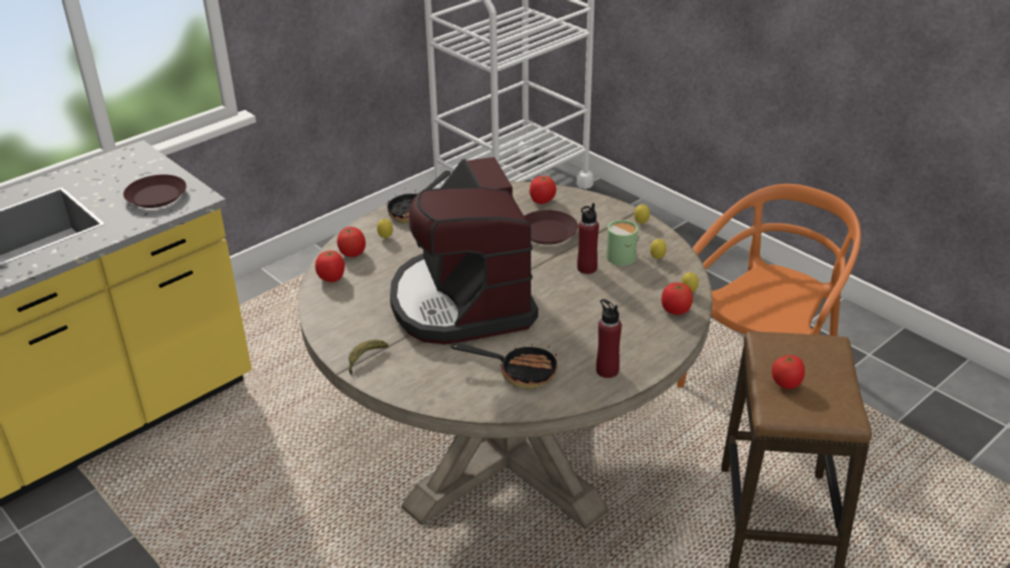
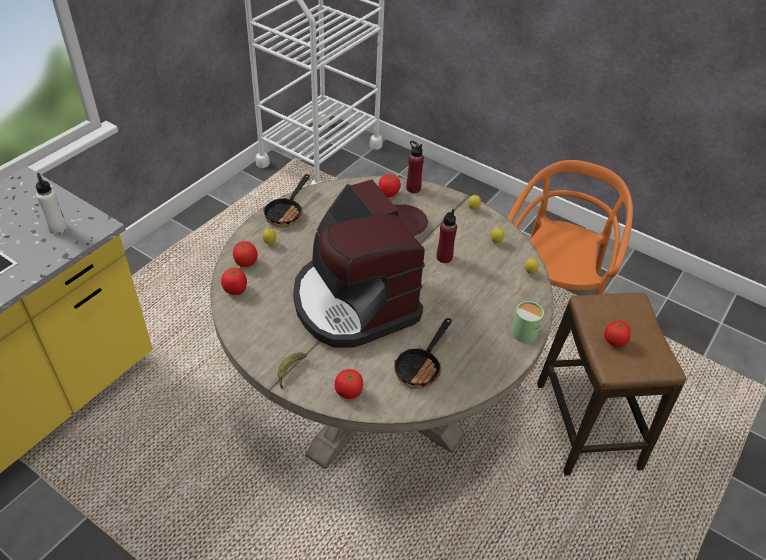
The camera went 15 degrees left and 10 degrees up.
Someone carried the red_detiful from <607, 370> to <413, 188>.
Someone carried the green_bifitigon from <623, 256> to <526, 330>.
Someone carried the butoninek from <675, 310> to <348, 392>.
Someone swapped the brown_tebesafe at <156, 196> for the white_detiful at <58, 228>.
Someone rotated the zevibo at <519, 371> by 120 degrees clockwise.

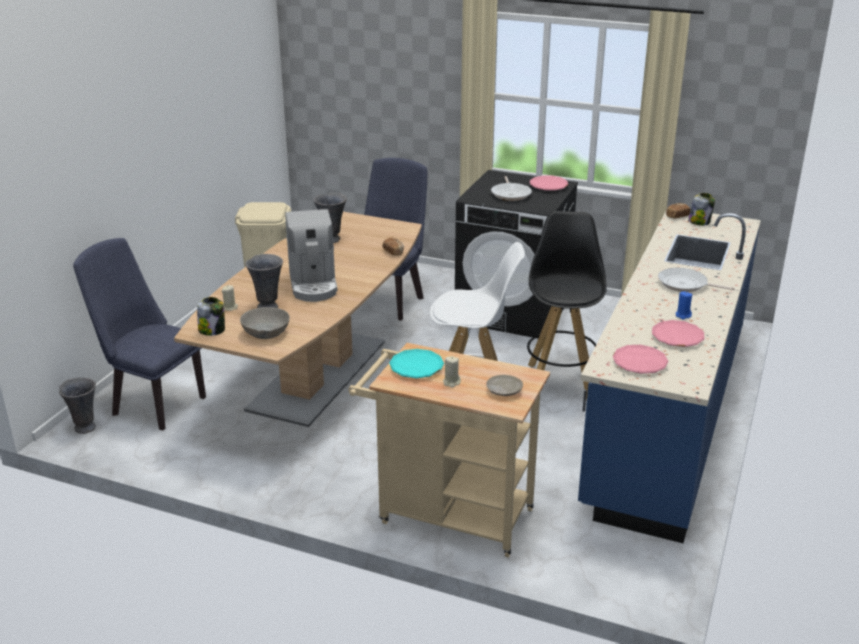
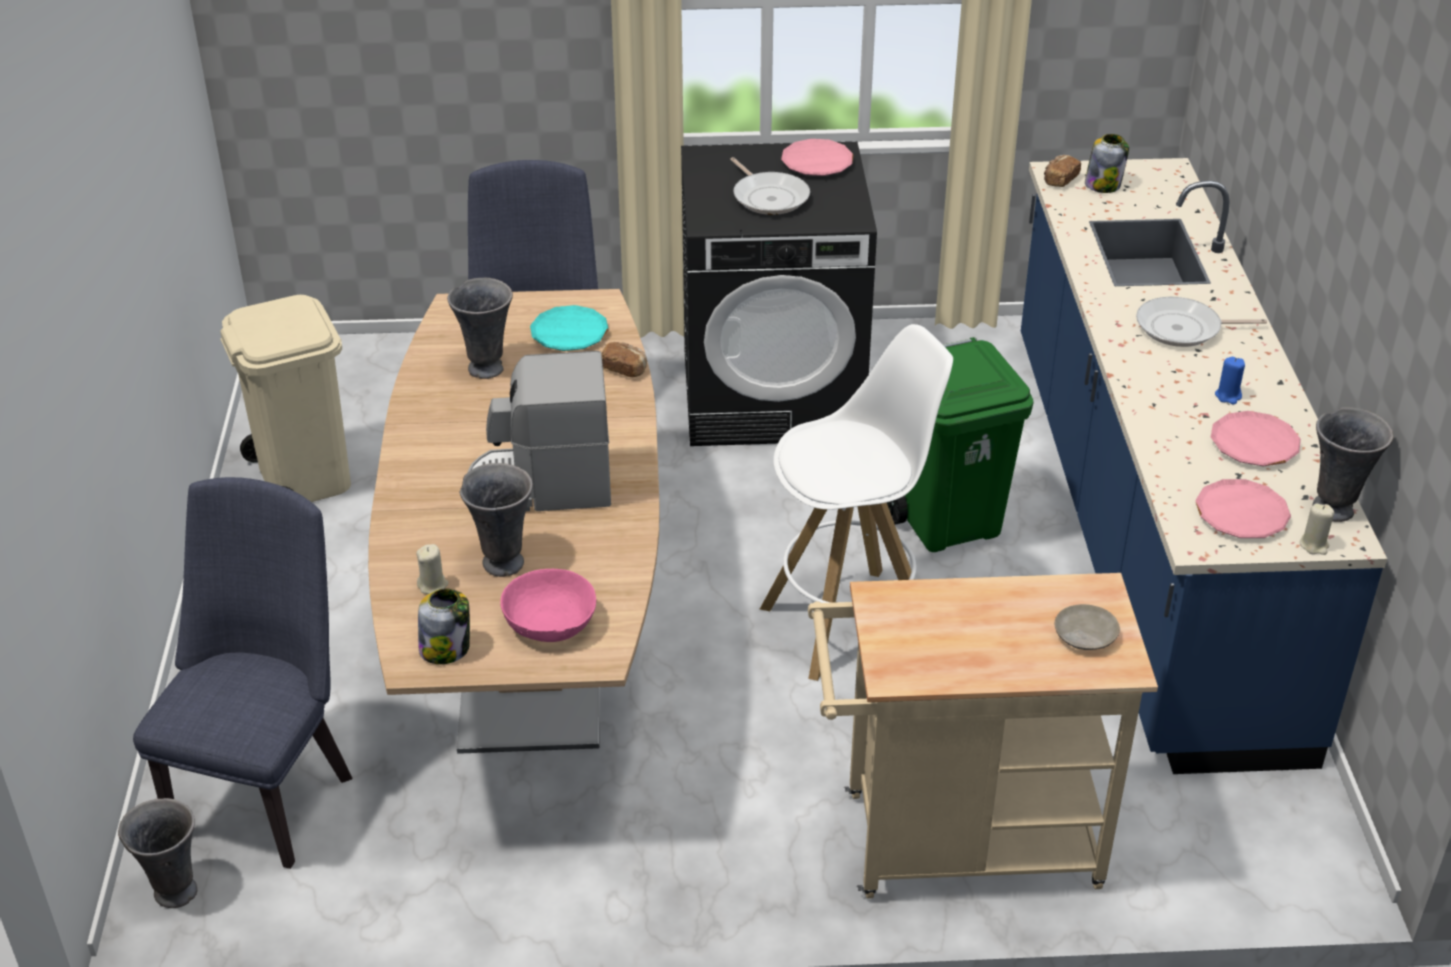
The camera went 25 degrees left and 10 degrees up.
Someone put down the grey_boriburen at <1334, 508>.
Someone carried the turquoise_tebesafe from <416, 367> to <569, 333>.
Someone carried the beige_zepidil from <451, 382> to <1314, 545>.
Someone swapped the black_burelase at <560, 383> for the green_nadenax at <949, 523>.
Someone repainted the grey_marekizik at <266, 332>, which became the pink_marekizik at <550, 622>.
Someone rotated the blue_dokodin at <153, 403> by 105 degrees clockwise.
Someone rotated the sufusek at <313, 284> by 120 degrees clockwise.

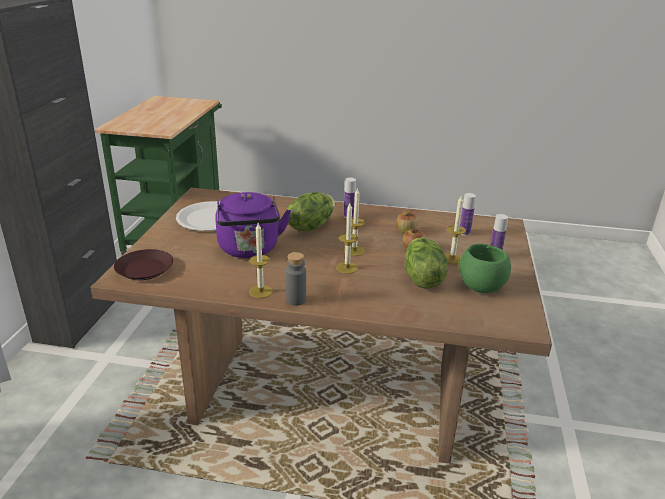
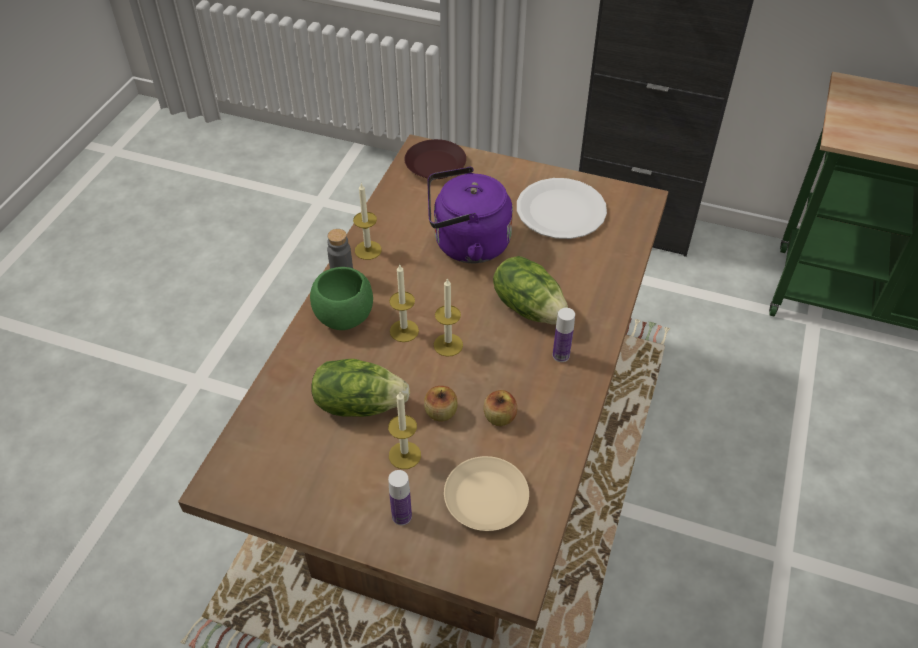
The camera went 100 degrees right and 20 degrees up.
Someone carried the green_marekizik from <481, 287> to <343, 317>.
Someone swapped the detiful at <464, 233> for the beige_tebesafe at <487, 499>.

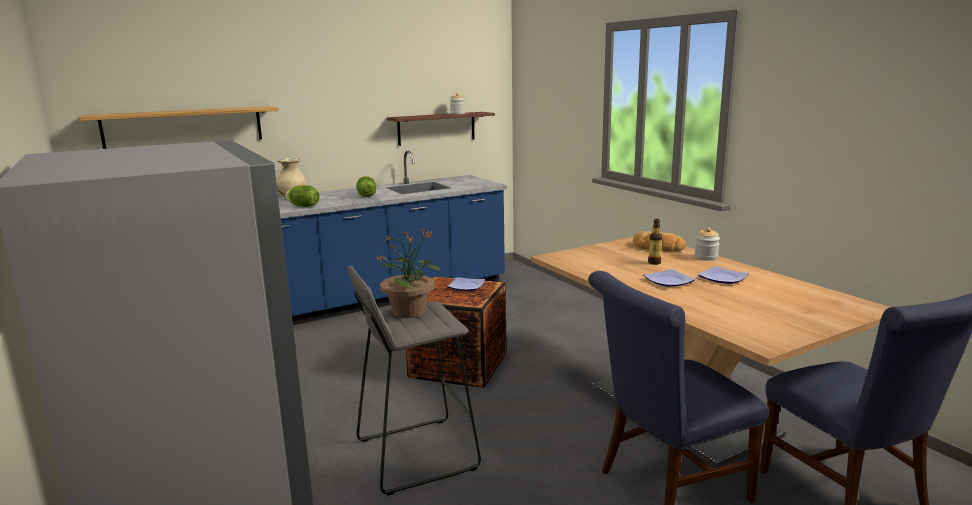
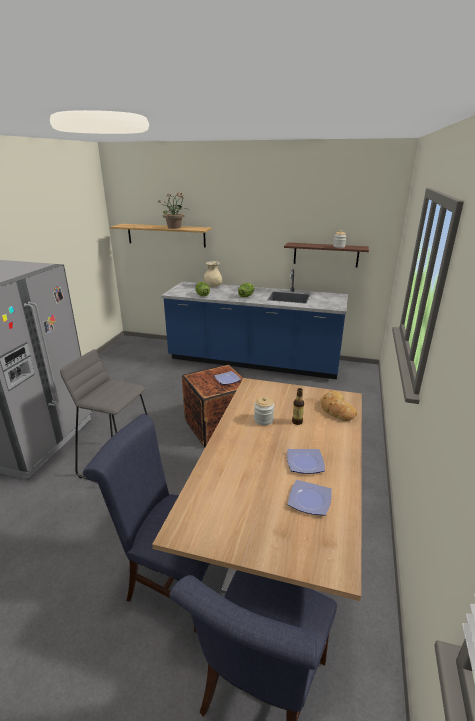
The camera went 45 degrees right and 10 degrees up.
Someone carried the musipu from <410, 311> to <174, 227>.
Someone carried the tebesafe from <668, 281> to <310, 499>.
Someone carried the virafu from <706, 257> to <263, 420>.

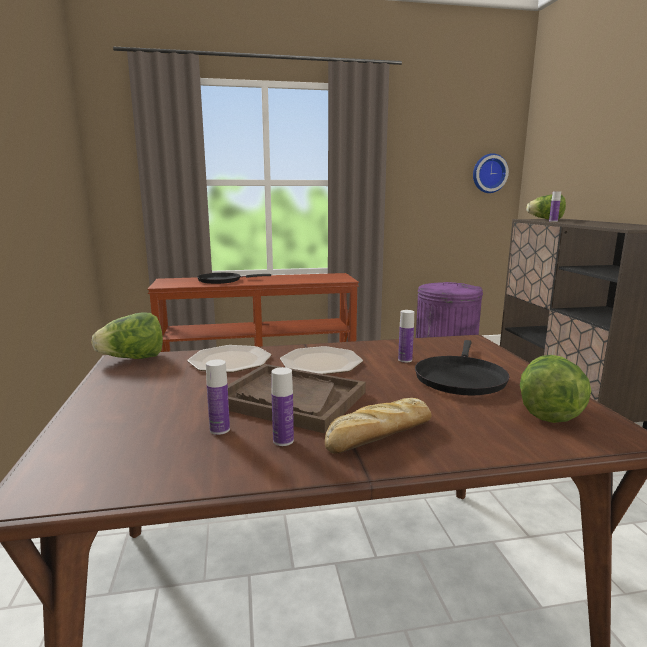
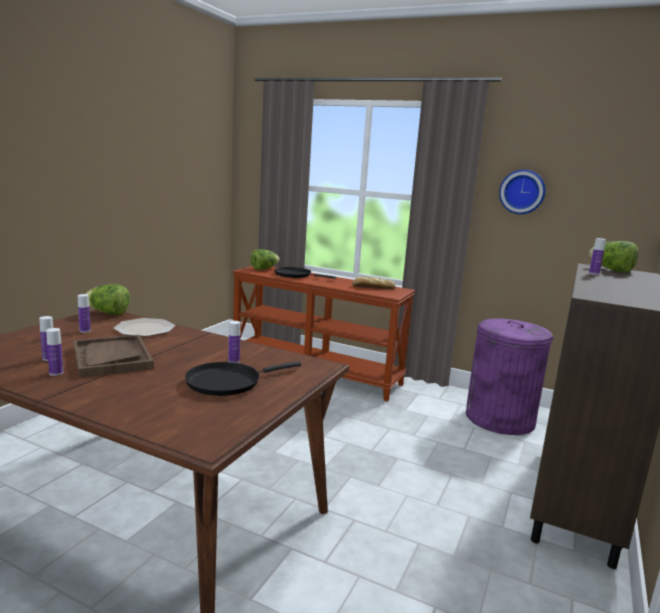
The camera went 35 degrees right and 0 degrees up.
Someone took away the tebesafe at <322, 362>.
Someone put down the detiful at <85, 331>.
Someone carried the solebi from <378, 435> to <372, 287>.
Someone carried the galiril from <489, 173> to <522, 192>.
Someone carried the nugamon from <547, 411> to <264, 269>.

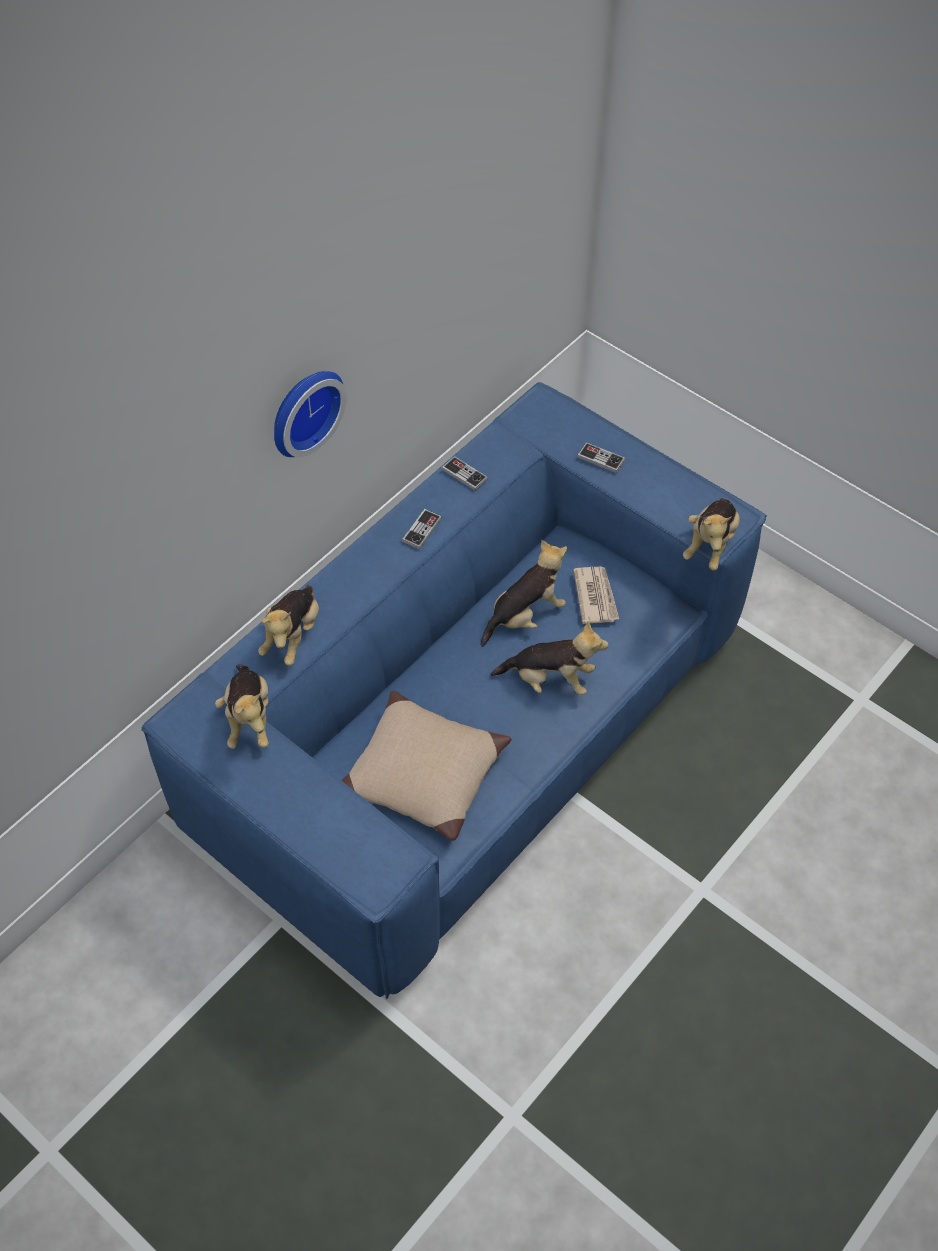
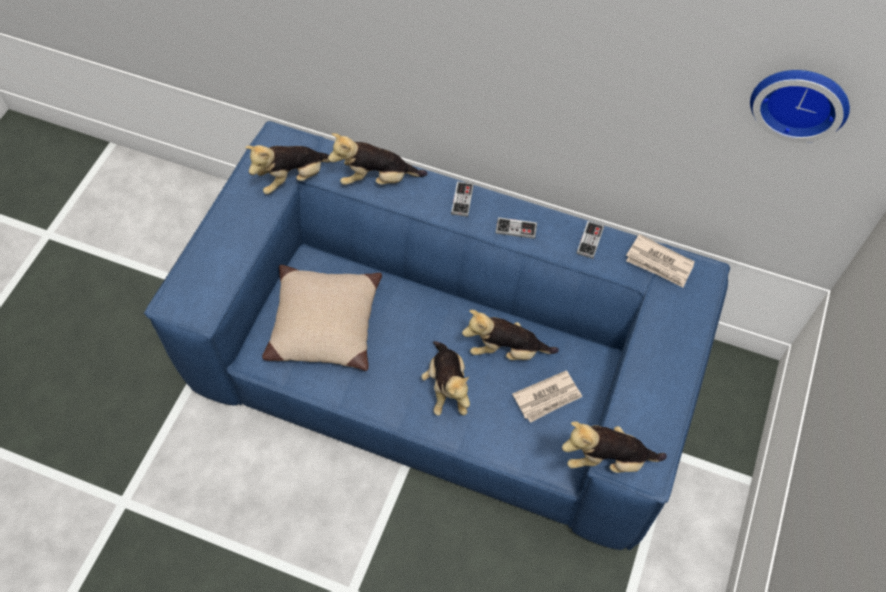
The camera went 70 degrees right and 5 degrees up.
Someone put down the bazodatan at <659, 263>.
Someone carried the galiril from <303, 410> to <800, 100>.
Someone carried the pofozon from <600, 459> to <462, 200>.
Someone rotated the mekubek at <525, 615> by 150 degrees clockwise.

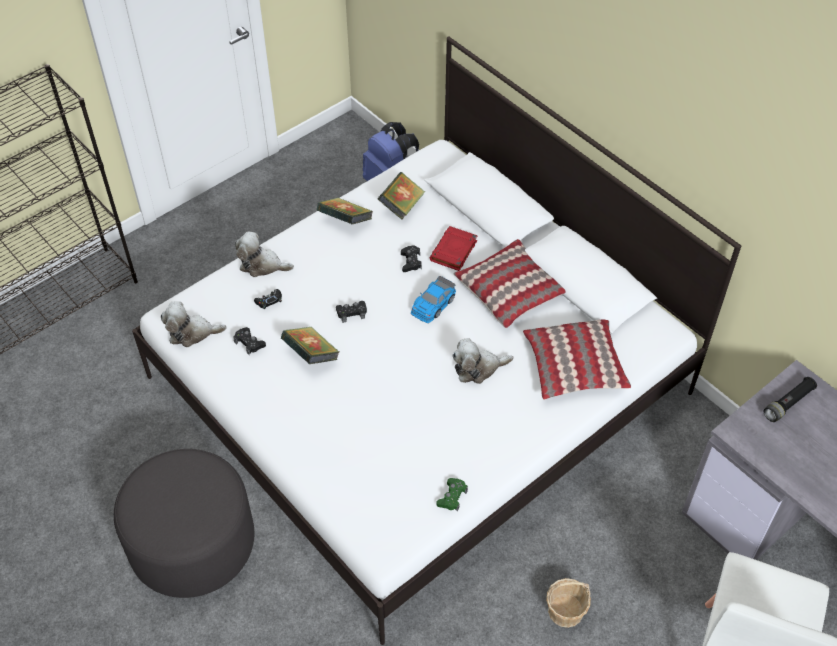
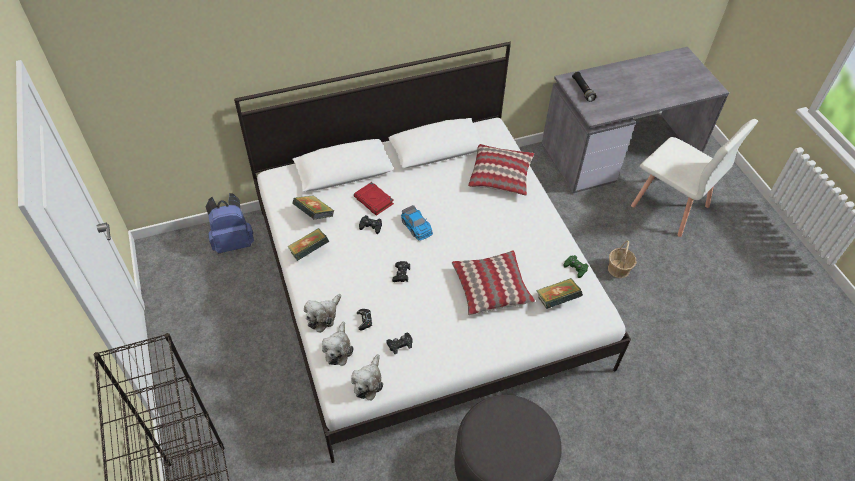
The camera went 70 degrees left and 0 degrees up.
Someone carried the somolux from <311, 355> to <557, 300>.
Someone carried the mekubek from <478, 368> to <338, 349>.
Someone carried the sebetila from <510, 291> to <490, 288>.

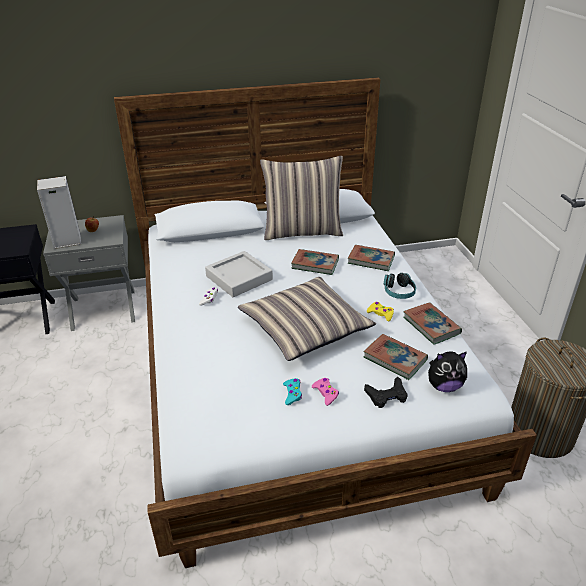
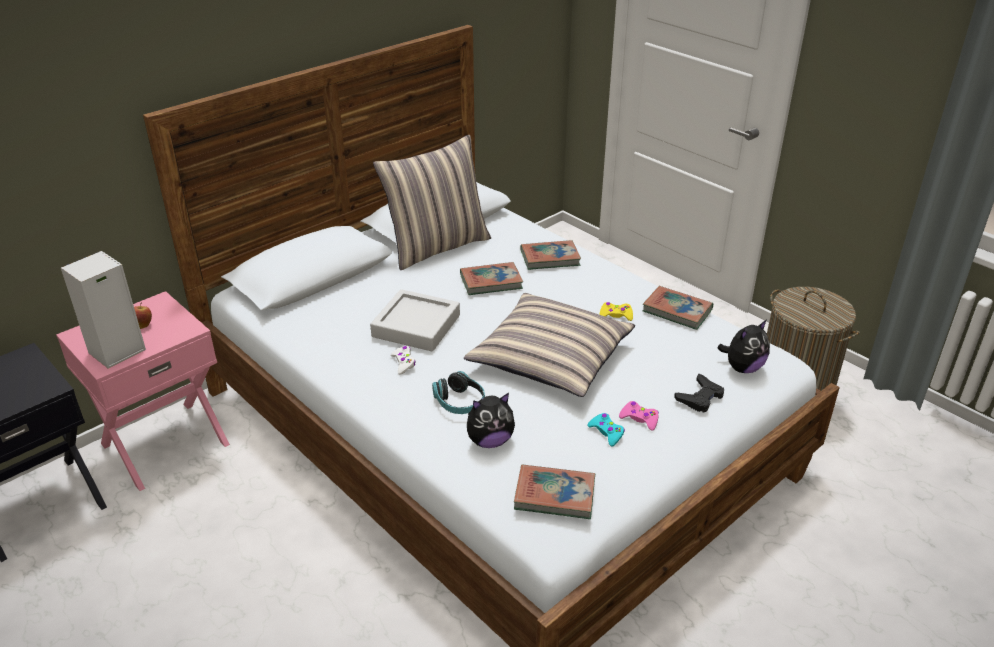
The camera went 30 degrees left and 0 degrees up.
Someone put down the mekubek at <489, 441>.
Someone carried the somolux from <395, 359> to <555, 495>.
Someone carried the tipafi from <399, 292> to <459, 402>.
Someone repainted the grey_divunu at <104, 309>, which became the pink_divunu at <164, 443>.

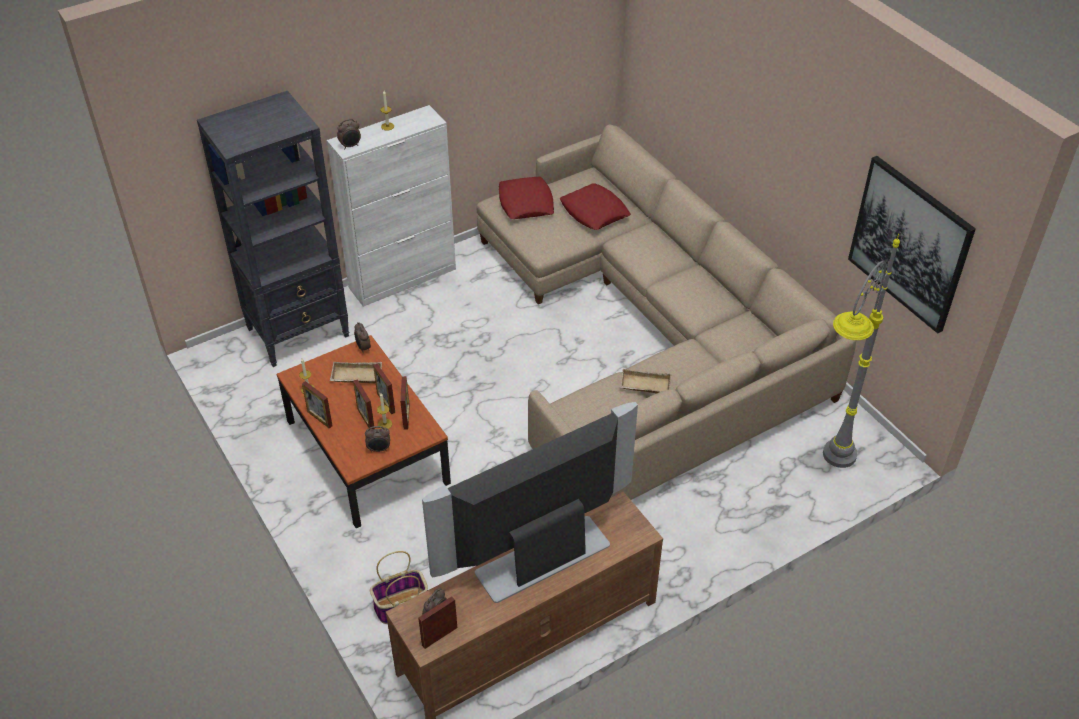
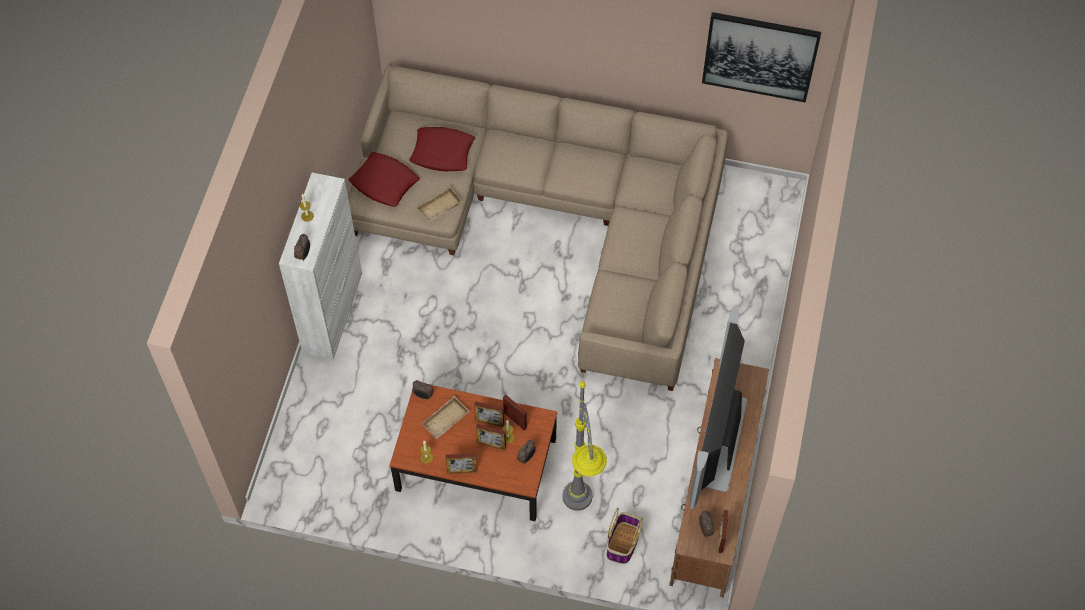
The camera went 45 degrees left and 15 degrees up.
Someone took away the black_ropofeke at <299, 332>.
Someone carried the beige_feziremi from <644, 386> to <439, 208>.
Someone carried the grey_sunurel from <825, 472> to <581, 520>.

